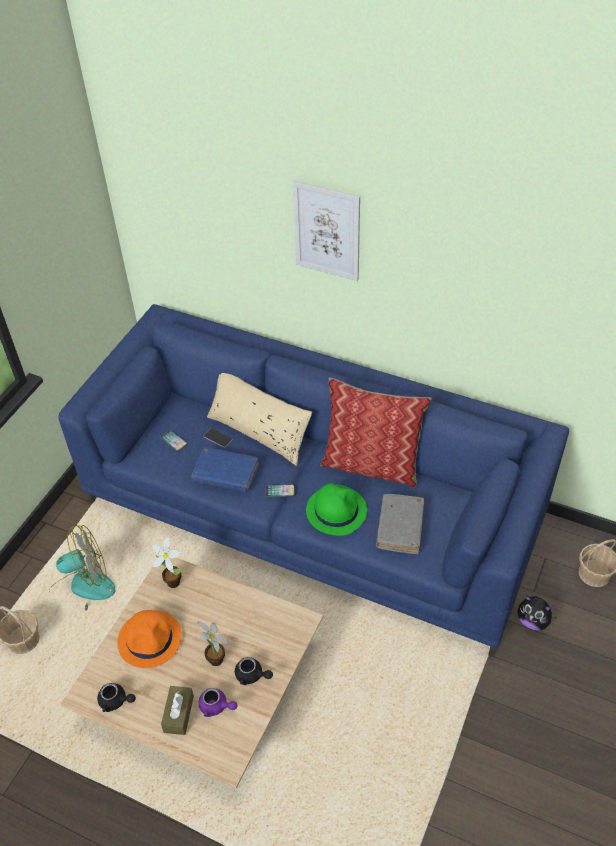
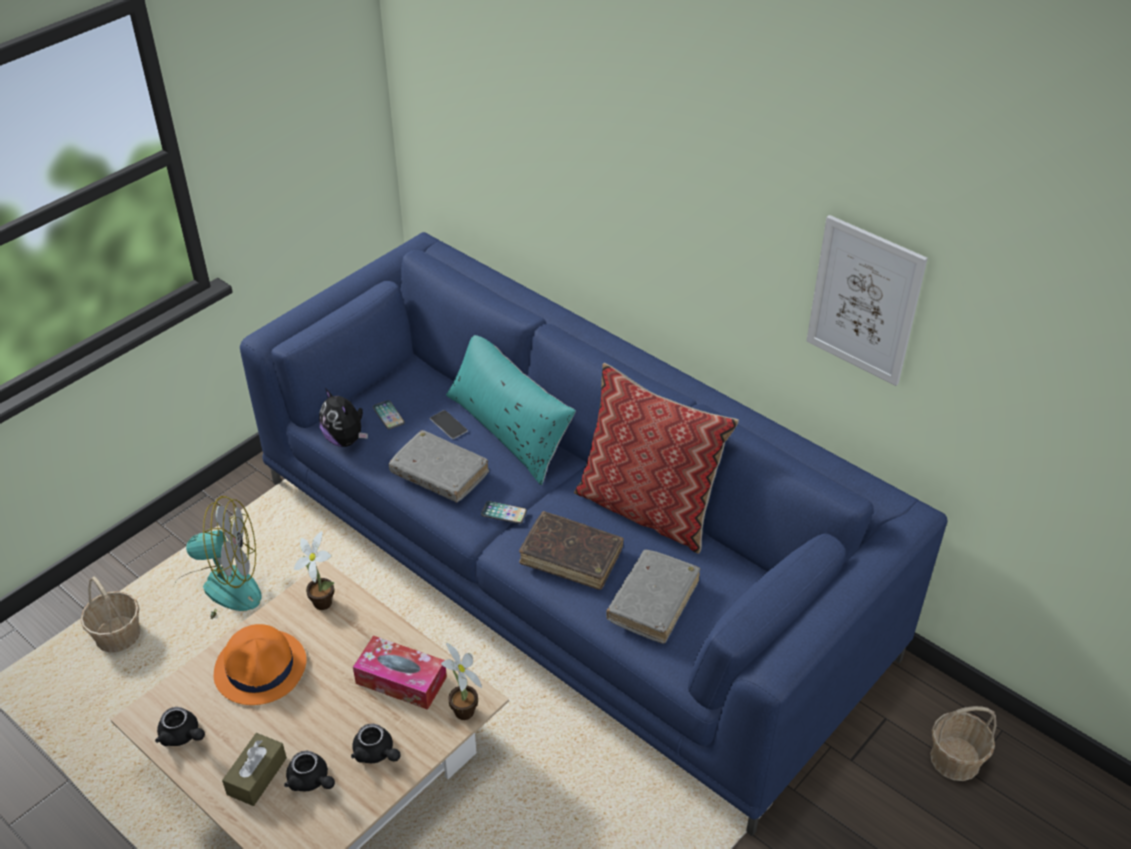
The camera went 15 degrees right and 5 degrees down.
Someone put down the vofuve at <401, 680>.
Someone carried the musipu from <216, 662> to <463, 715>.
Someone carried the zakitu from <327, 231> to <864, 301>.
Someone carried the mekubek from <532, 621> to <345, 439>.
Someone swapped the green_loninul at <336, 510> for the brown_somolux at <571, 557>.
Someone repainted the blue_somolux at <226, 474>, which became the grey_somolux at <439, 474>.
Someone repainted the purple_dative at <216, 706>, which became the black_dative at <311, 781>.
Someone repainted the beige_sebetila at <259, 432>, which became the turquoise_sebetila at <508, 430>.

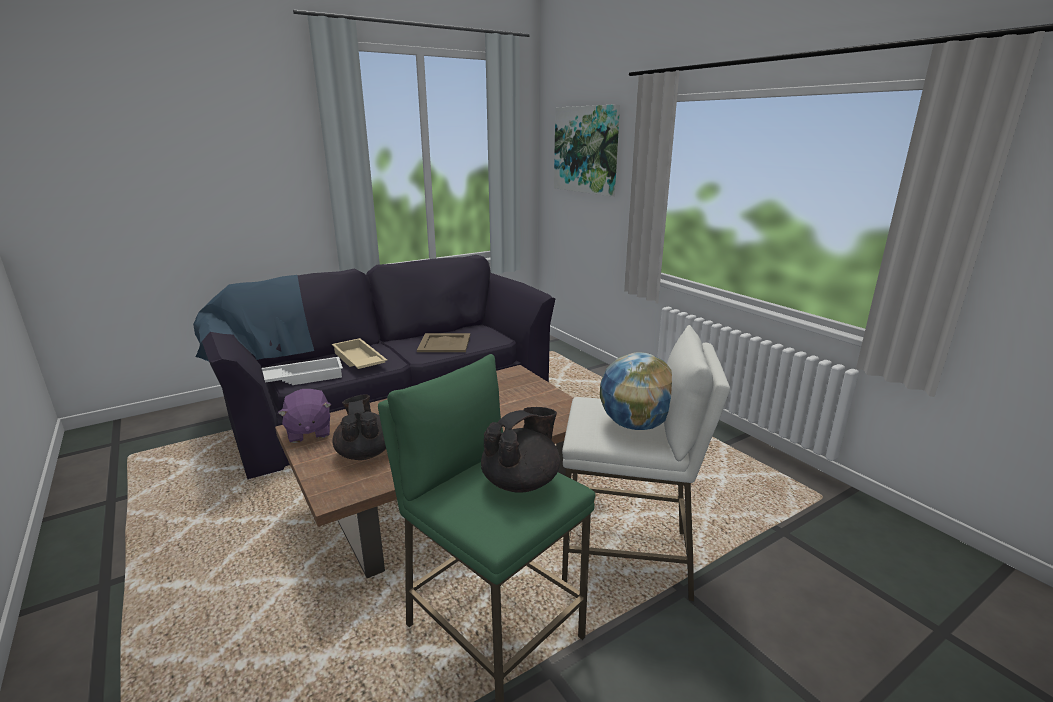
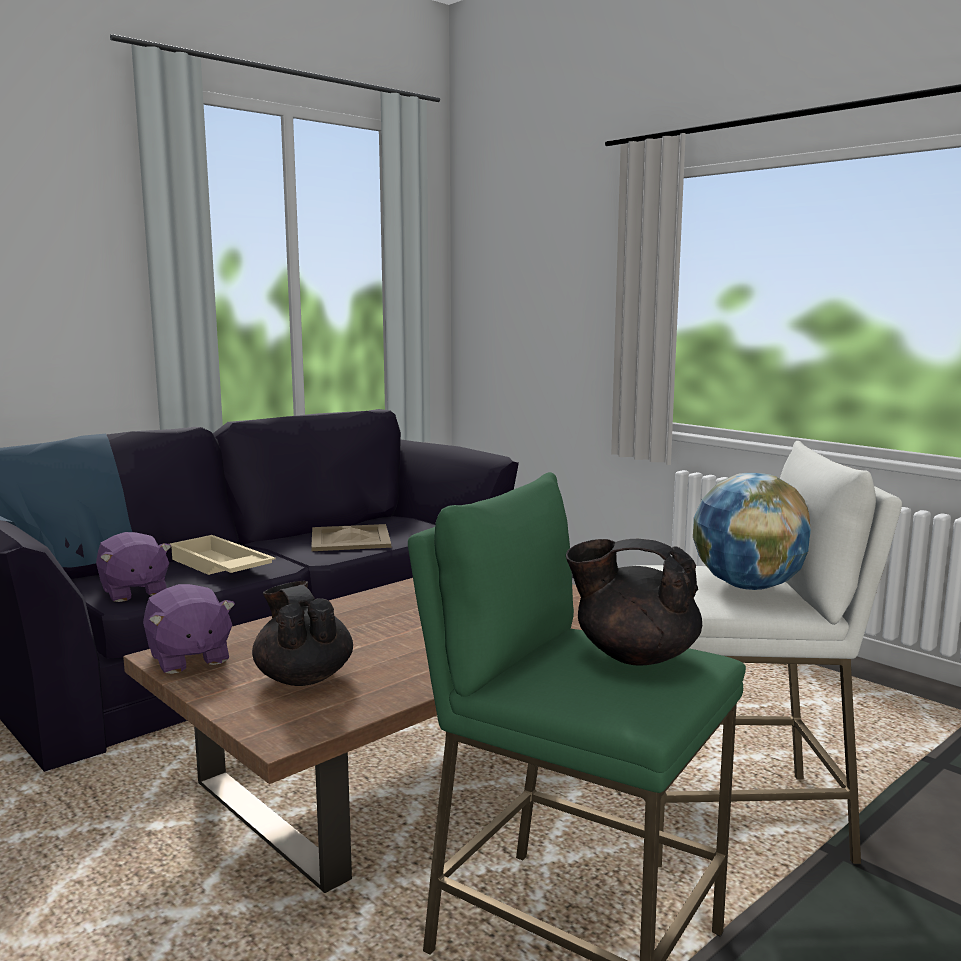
The camera went 10 degrees left and 10 degrees down.
Someone took away the zakitu at <586, 150>.
Someone swapped the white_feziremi at <302, 377> for the purple_mekubek at <133, 592>.
Someone rotated the black_dative at <521, 482> by 105 degrees counterclockwise.

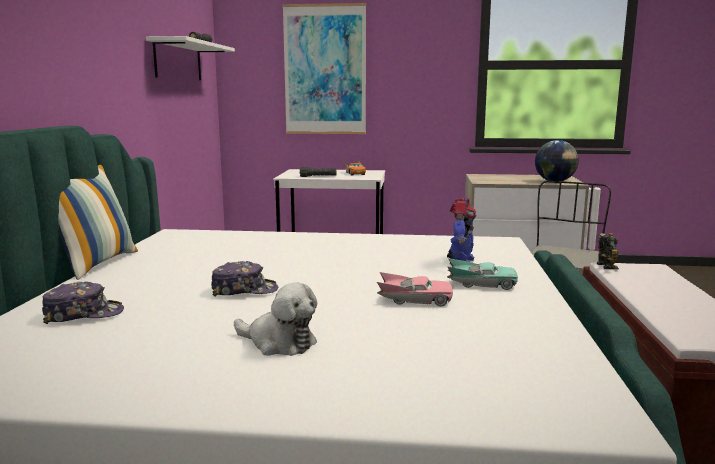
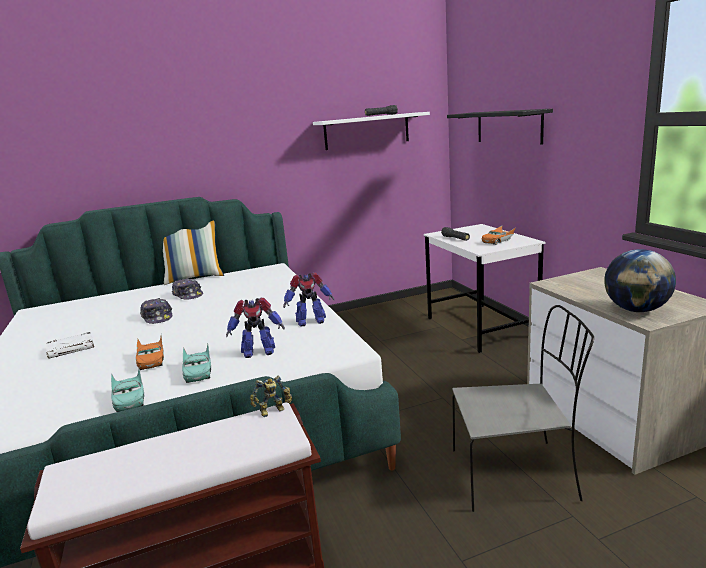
The camera went 65 degrees right and 5 degrees up.
Someone put down the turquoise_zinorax at <129, 398>.
Someone put down the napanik at <310, 321>.
Someone carried the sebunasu from <83, 314> to <188, 295>.
Someone swapped the mekubek at <278, 343> for the white_somolux at <72, 348>.
Someone swapped the zakitu at <325, 70> for the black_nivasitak at <508, 126>.
Someone repainted the pink_zinorax at <415, 300>, which became the orange_zinorax at <151, 360>.

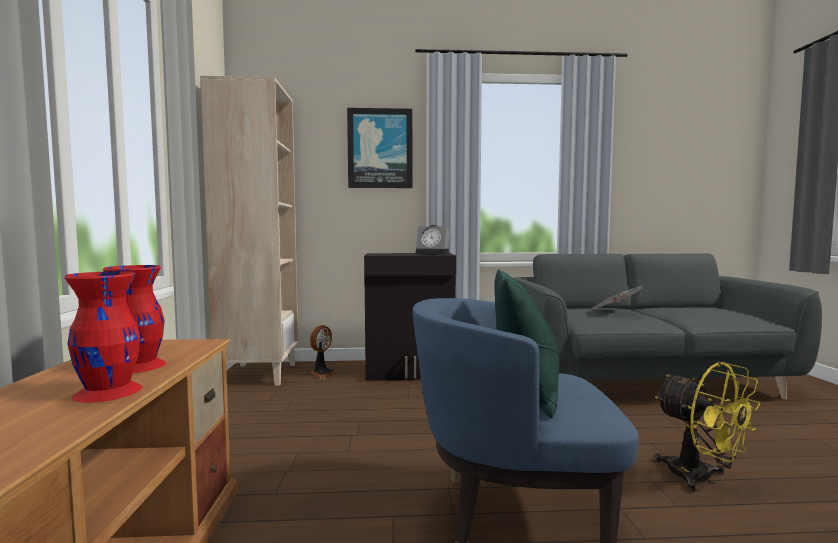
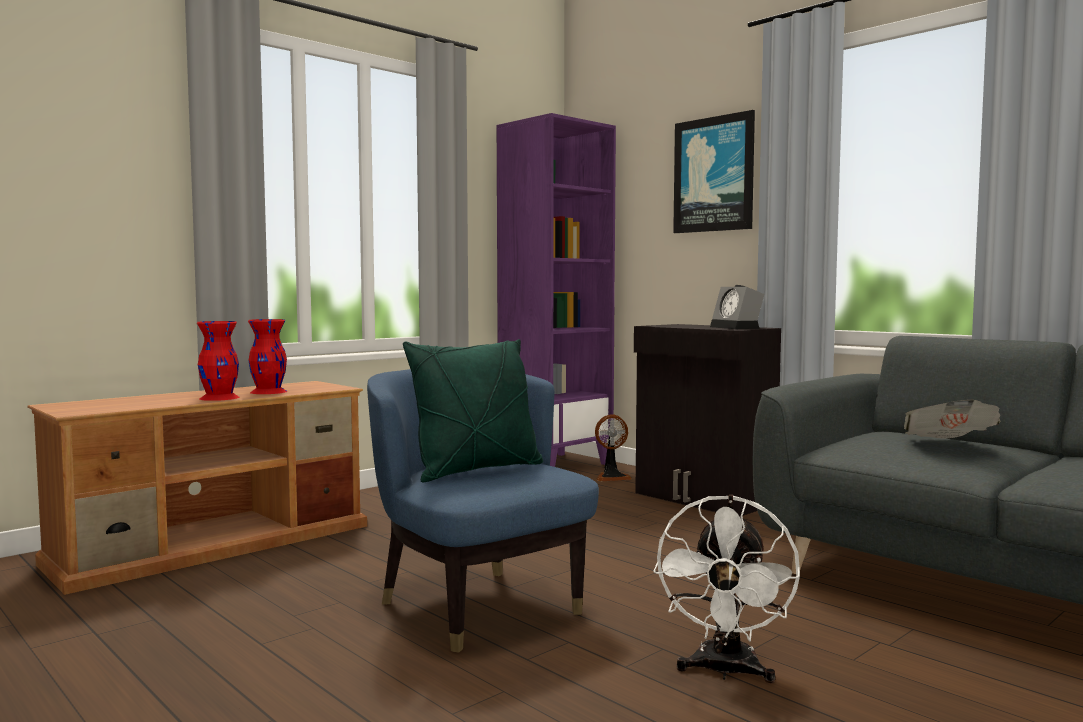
The camera went 50 degrees right and 0 degrees up.
Someone repainted the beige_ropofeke at <258, 374>, which became the purple_ropofeke at <555, 464>.
Someone repainted the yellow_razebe at <701, 479>, which became the white_razebe at <725, 672>.

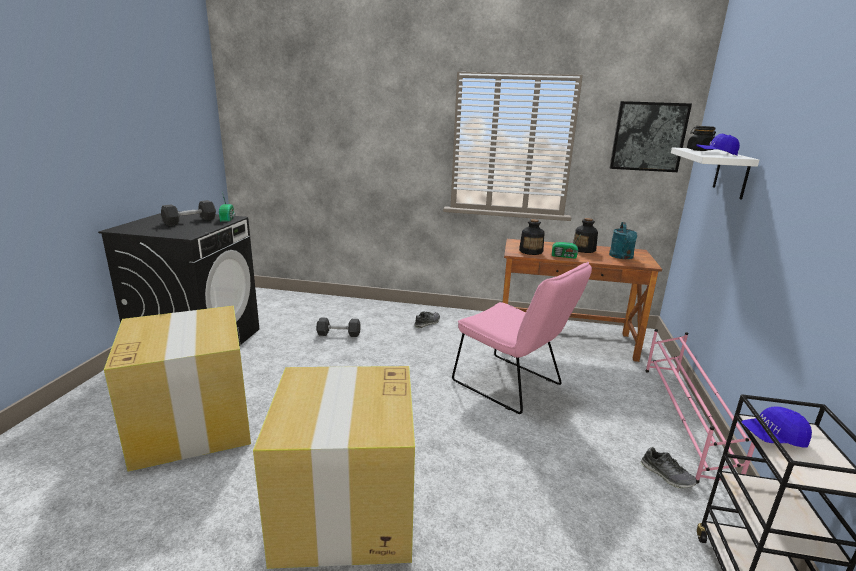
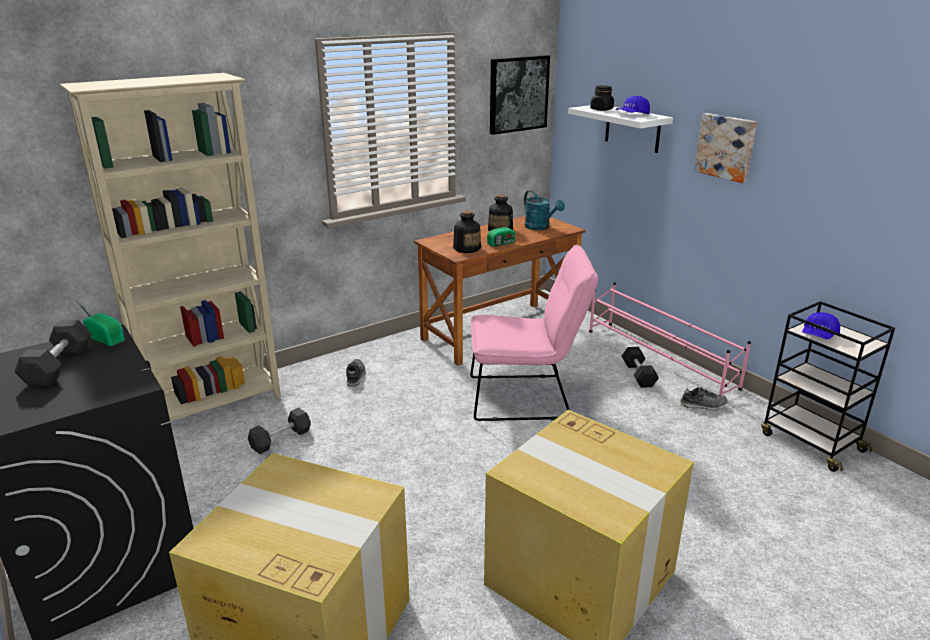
The camera went 45 degrees left and 5 degrees up.
Someone put down the beige_ropofeke at <215, 404>.
Someone put down the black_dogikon at <638, 375>.
Someone put up the zakitu at <726, 147>.

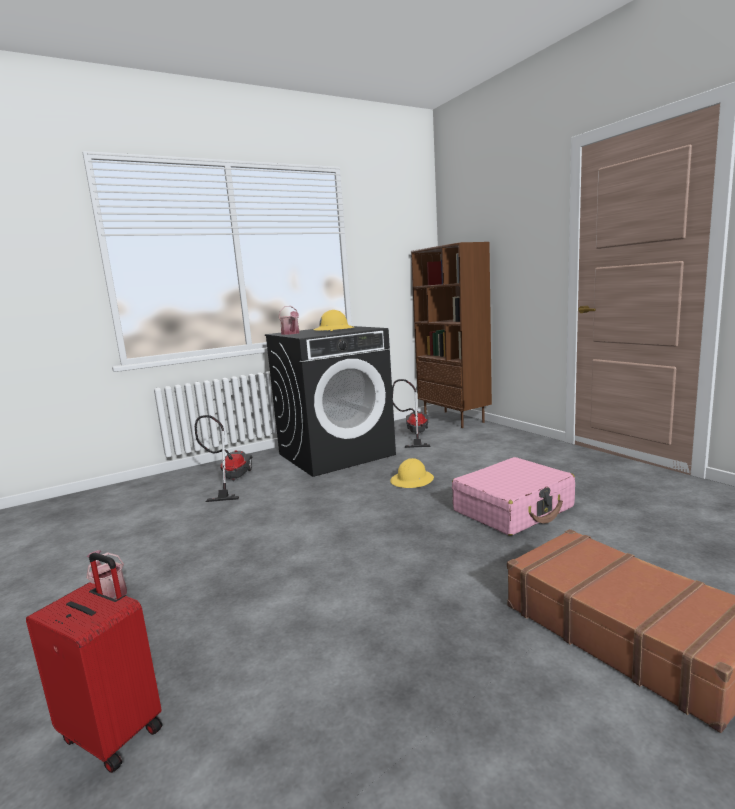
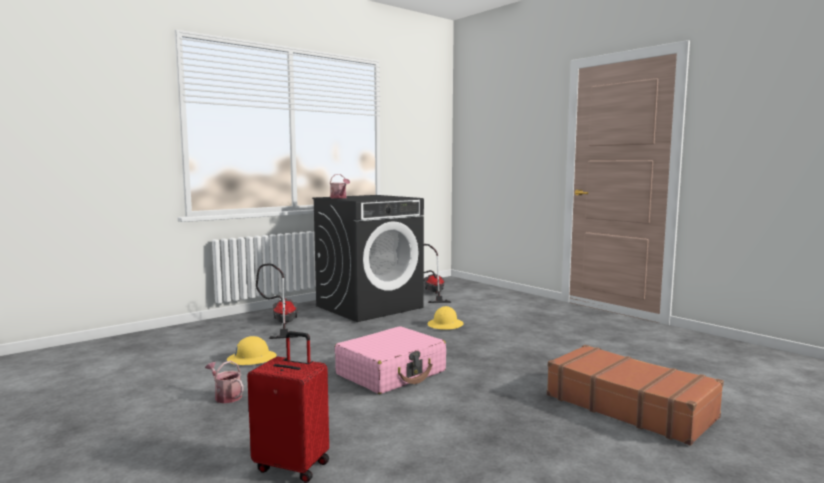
The camera went 10 degrees left and 5 degrees down.
Someone took away the brown_ropofeke at <454, 419>.
Someone carried the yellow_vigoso from <333, 330> to <252, 359>.
Someone carried the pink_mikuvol from <513, 509> to <391, 373>.

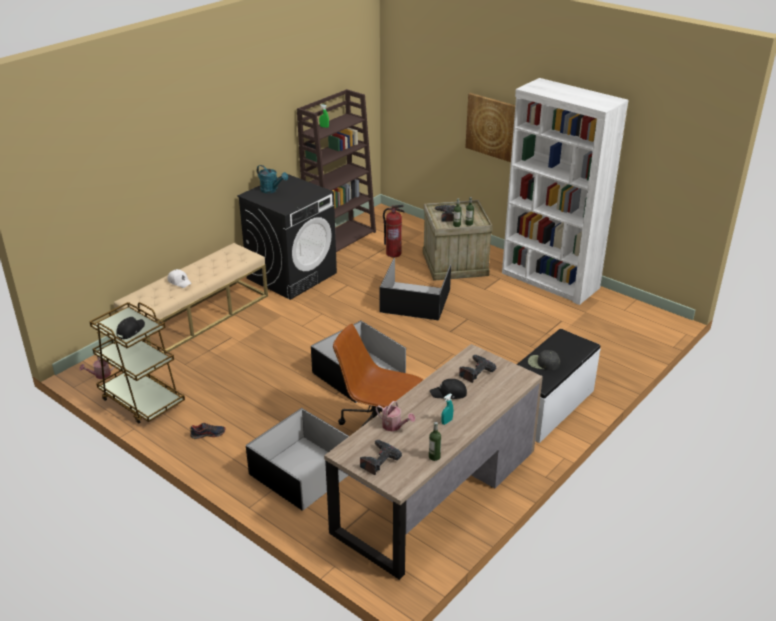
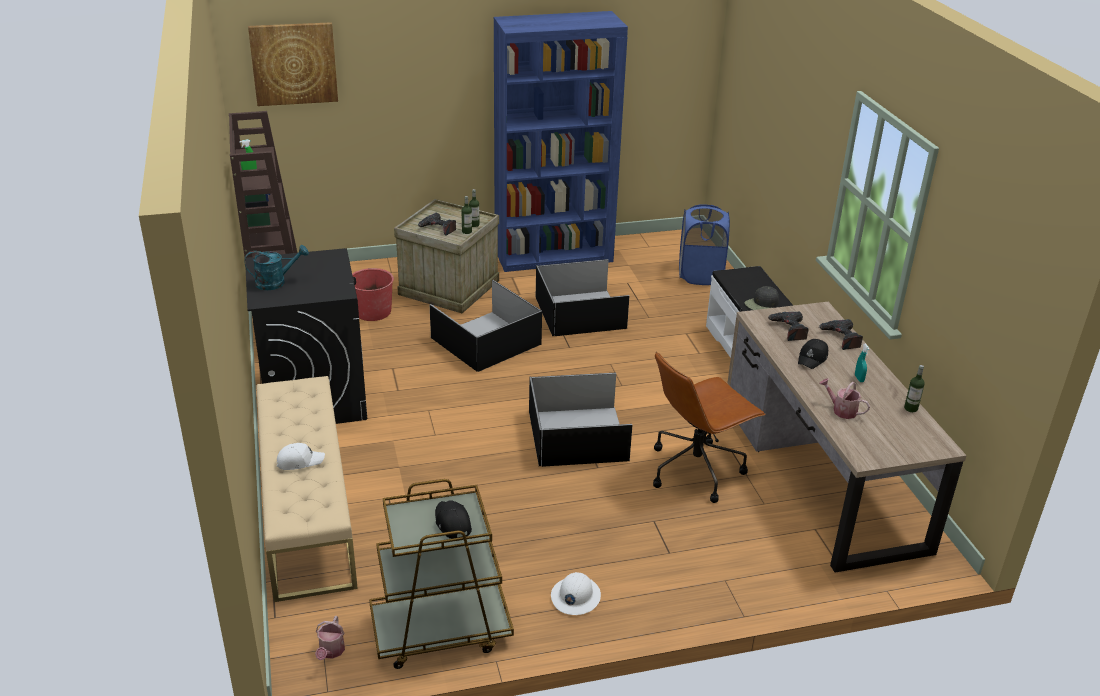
The camera went 55 degrees left and 0 degrees up.
Someone put down the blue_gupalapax at <700, 275>.
Someone carried the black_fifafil from <302, 472> to <580, 313>.
Someone carried the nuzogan from <378, 460> to <841, 338>.
Someone carried the zakitu from <492, 127> to <294, 63>.
Someone swapped the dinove at <208, 434> for the white_vigoso at <575, 596>.
Someone swapped the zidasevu at <393, 253> for the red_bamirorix at <372, 311>.
Someone repainted the white_ropofeke at <550, 281>, which became the blue_ropofeke at <554, 255>.
Someone rotated the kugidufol at <394, 426> by 120 degrees counterclockwise.

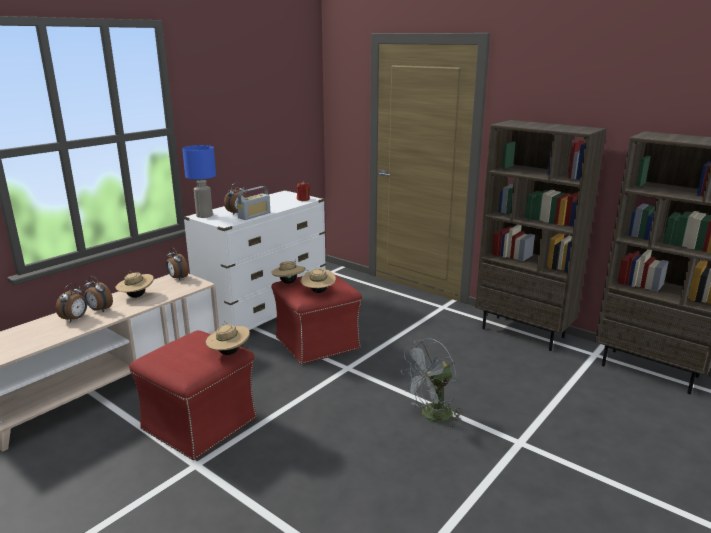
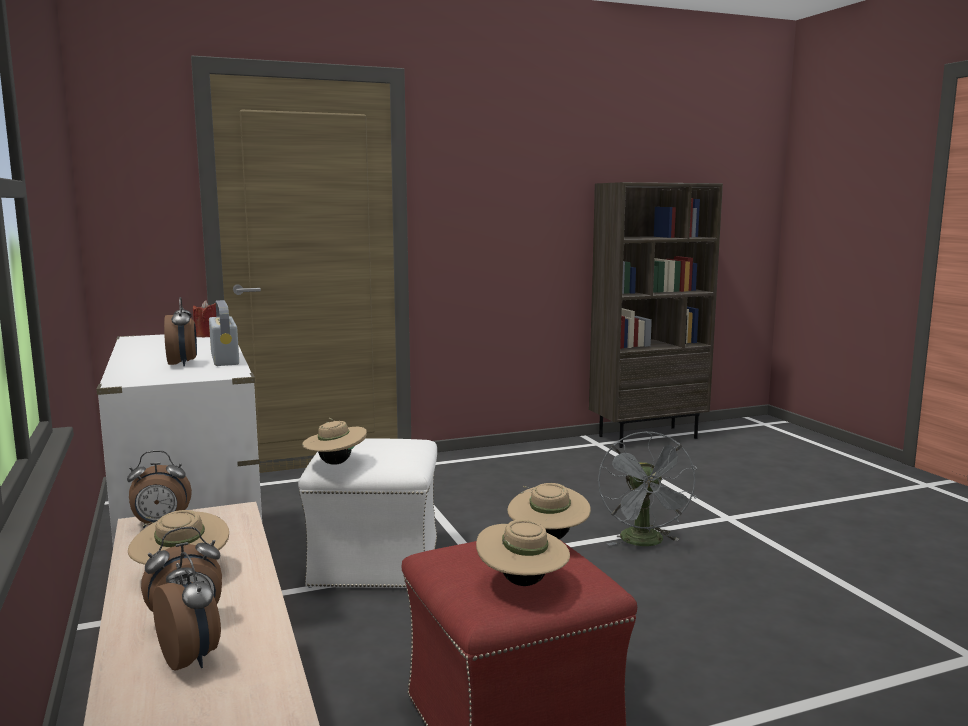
The camera went 60 degrees left and 10 degrees down.
Someone took away the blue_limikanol at <204, 216>.
Someone took away the brown_ropofeke at <523, 333>.
Someone carried the beige_loninul from <318, 292> to <522, 583>.
Someone repainted the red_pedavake at <316, 343>, which became the white_pedavake at <375, 563>.

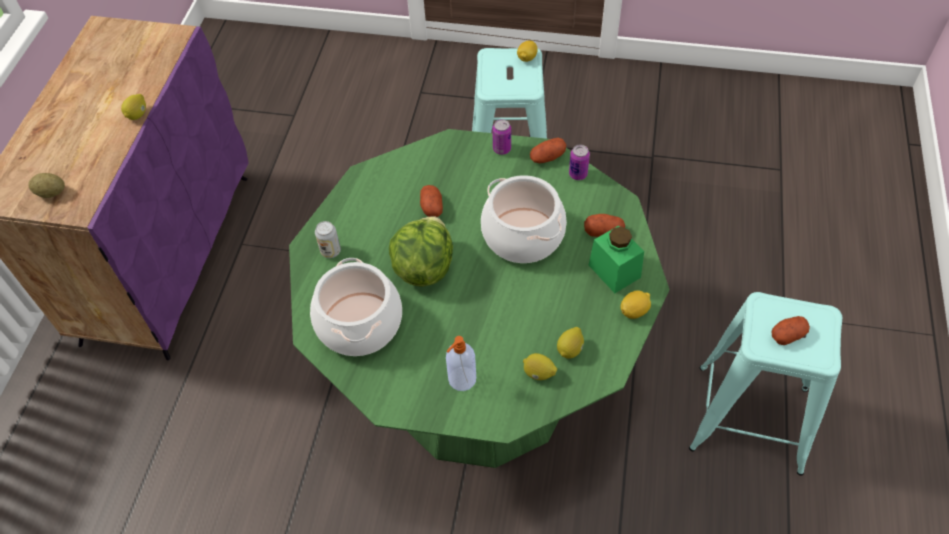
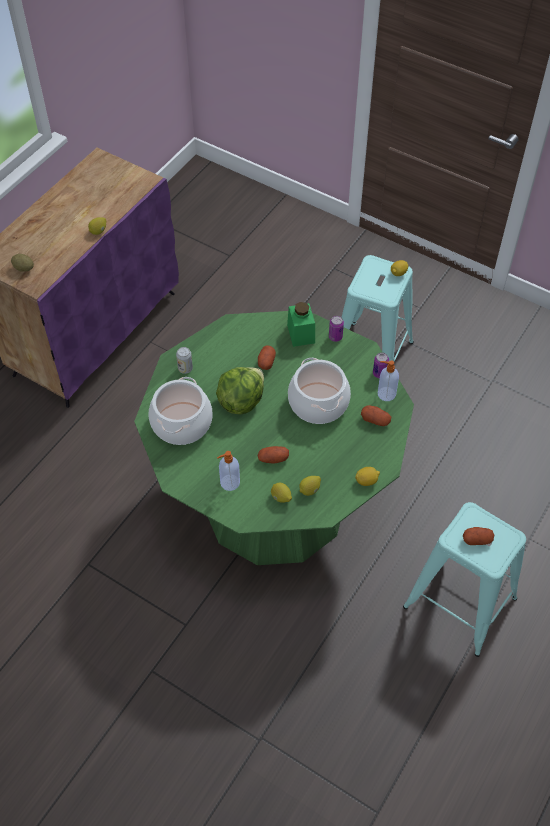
The camera went 20 degrees right and 0 degrees up.
Someone put down the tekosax at <385, 394>.
Someone carried the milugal from <547, 157> to <273, 459>.
Someone carried the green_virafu from <614, 271> to <301, 334>.

